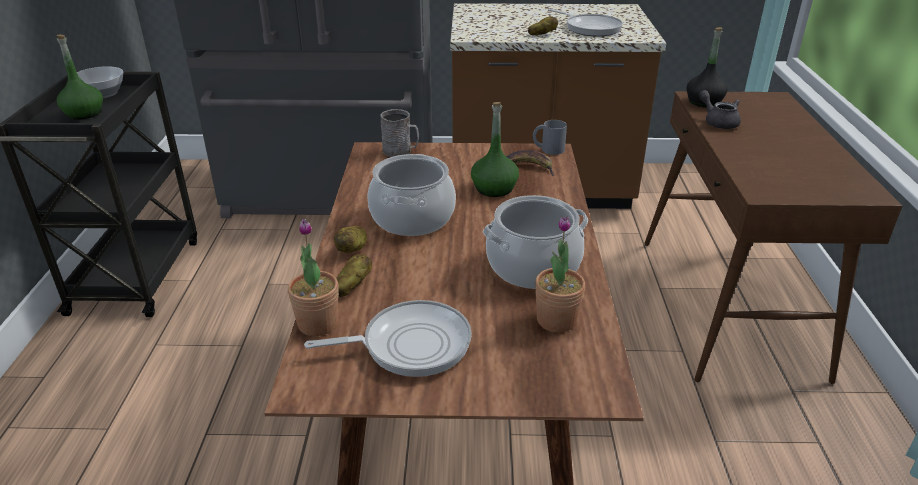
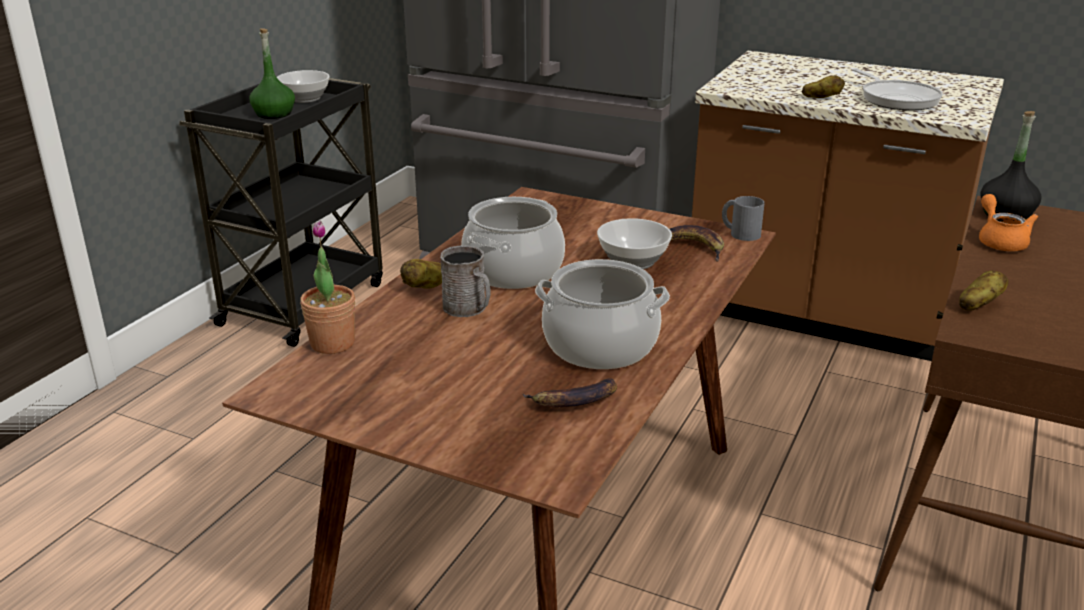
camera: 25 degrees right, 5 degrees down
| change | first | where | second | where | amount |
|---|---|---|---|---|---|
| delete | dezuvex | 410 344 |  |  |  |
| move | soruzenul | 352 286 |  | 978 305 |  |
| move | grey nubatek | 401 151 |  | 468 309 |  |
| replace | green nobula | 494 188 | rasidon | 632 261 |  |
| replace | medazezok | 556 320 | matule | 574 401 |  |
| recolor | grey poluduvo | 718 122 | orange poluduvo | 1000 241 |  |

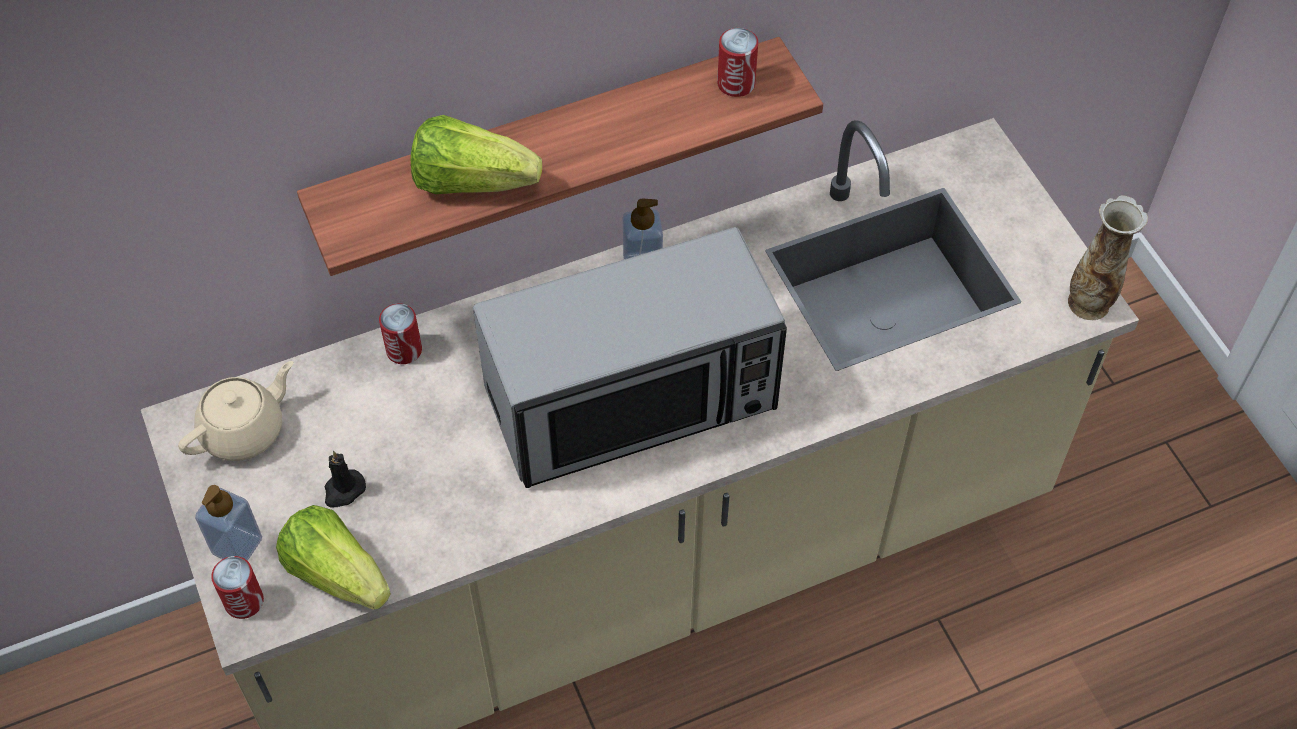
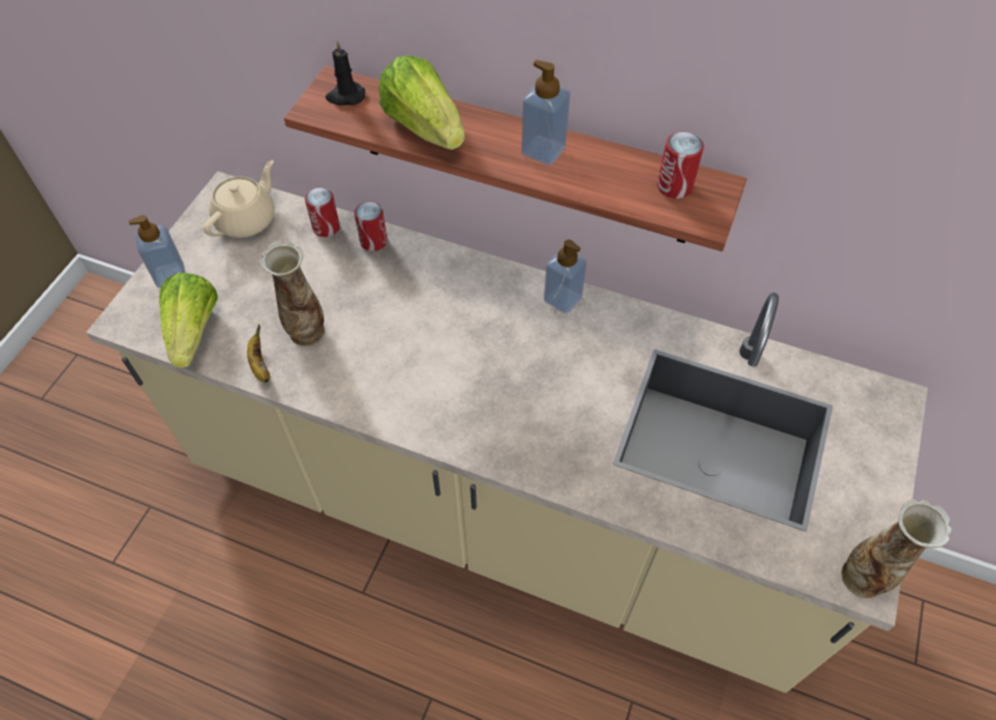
camera: 45 degrees right, 0 degrees up
| change | first | where | second | where | amount |
|---|---|---|---|---|---|
| rotate | beige poluduvo | 244 430 |  | 247 220 | 60 degrees counterclockwise |
| move | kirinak | 244 601 |  | 326 227 |  |
| move | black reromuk | 343 490 |  | 345 96 |  |
| delete | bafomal | 633 399 |  |  |  |
| insert |  |  | matule | 260 364 |  |
| insert |  |  | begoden | 306 332 |  |
| insert |  |  | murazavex | 543 150 |  |

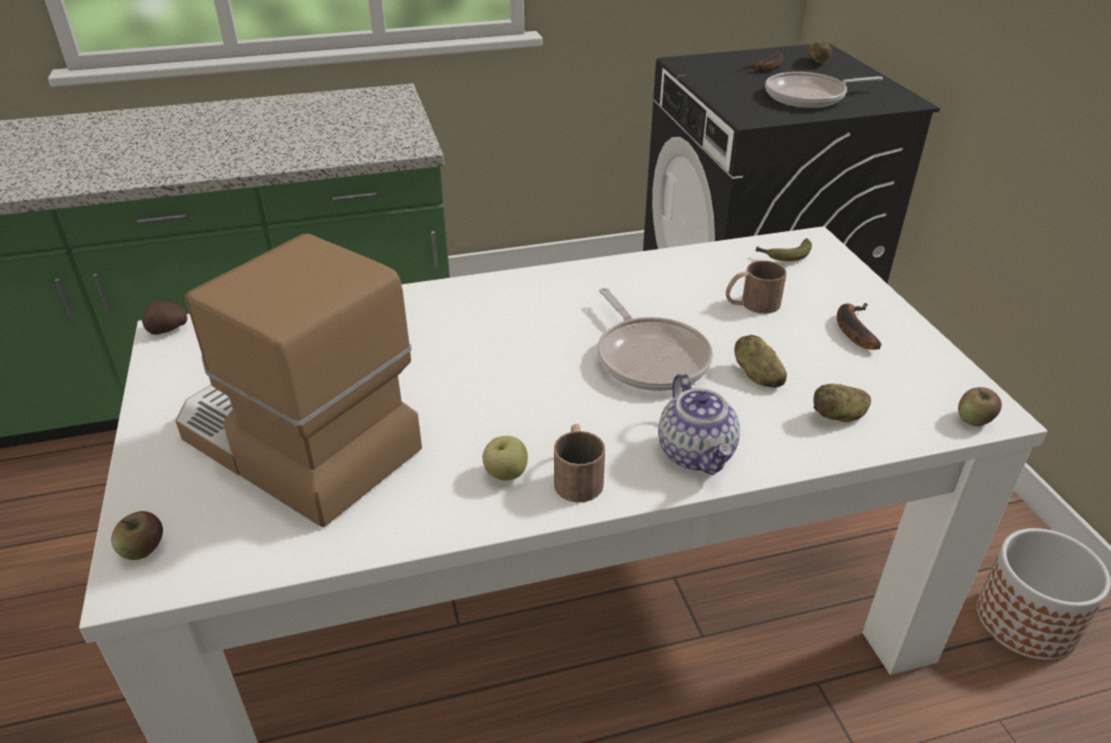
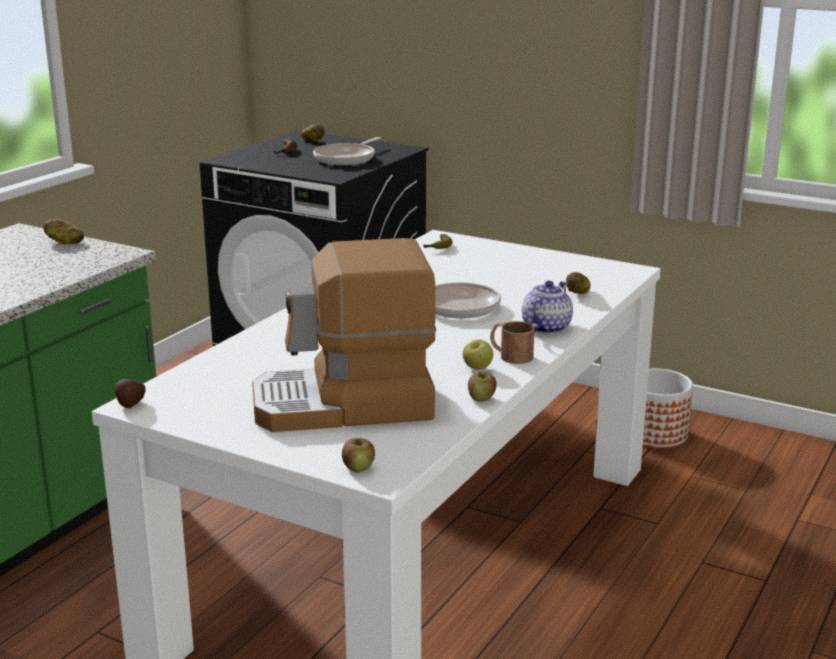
camera: 45 degrees left, 15 degrees down
| change | first | where | second | where | amount |
|---|---|---|---|---|---|
| rotate | poluduvo | 697 453 |  | 545 327 | 90 degrees counterclockwise |
| delete | brown nubatek | 751 304 |  |  |  |
| move | soruzenul | 757 375 |  | 64 242 |  |
| delete | matule | 852 329 |  |  |  |
| move | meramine | 974 420 |  | 481 398 |  |

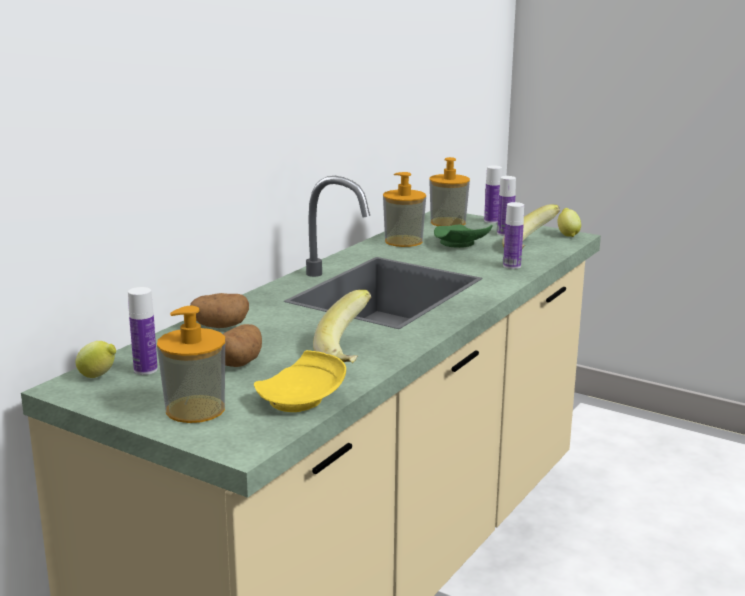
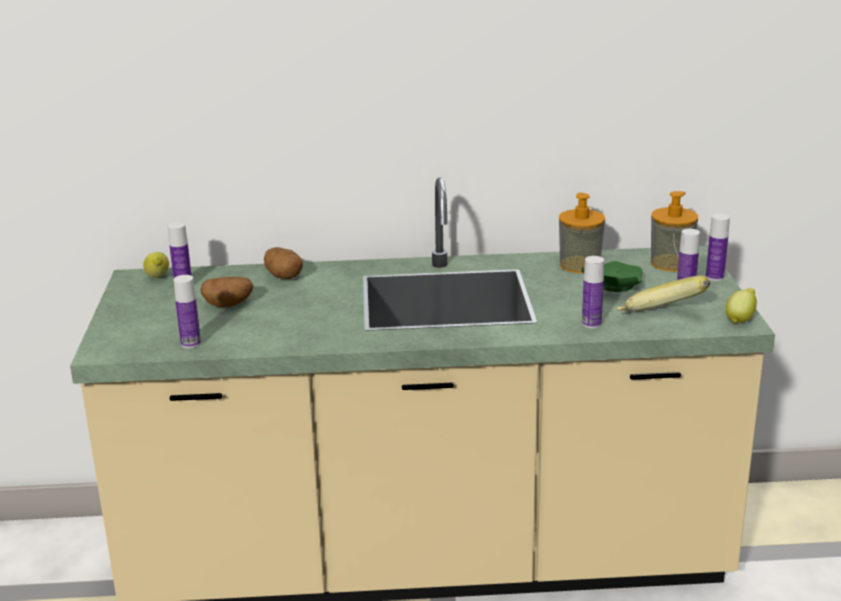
camera: 55 degrees right, 5 degrees up
| change | first | where | second | where | amount |
|---|---|---|---|---|---|
| delete | murazavex | 195 409 |  |  |  |
| replace | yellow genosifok | 302 399 | nobula | 191 344 |  |
| delete | matule | 350 354 |  |  |  |

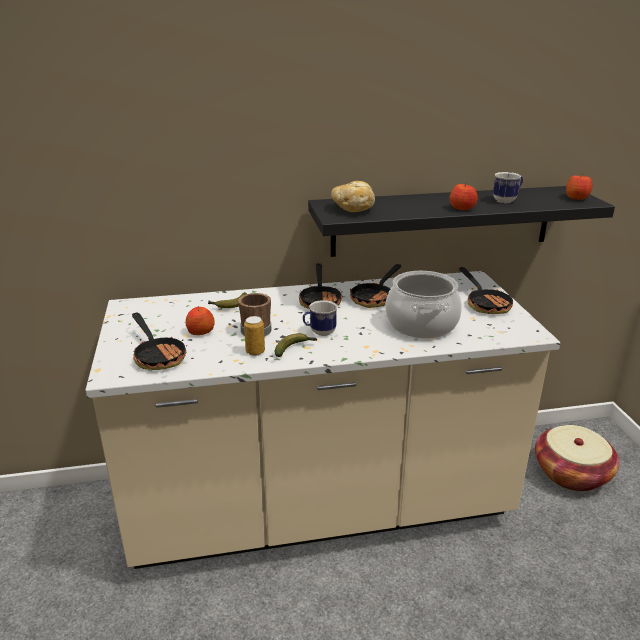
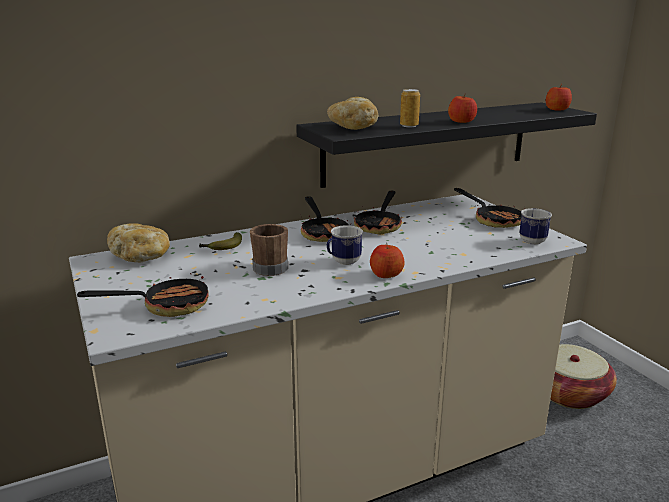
camera: 15 degrees left, 5 degrees down
| change | first | where | second | where | amount |
|---|---|---|---|---|---|
| rotate | dezuvex | 158 355 |  | 166 306 | 60 degrees counterclockwise |
| move | meramine | 200 331 |  | 386 274 |  |
| move | kirinak | 255 352 |  | 409 126 |  |
| delete | matule | 294 349 |  |  |  |
| delete | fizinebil | 421 324 |  |  |  |
| move | nubatek | 507 200 |  | 535 240 |  |
| insert |  |  | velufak | 142 257 |  |

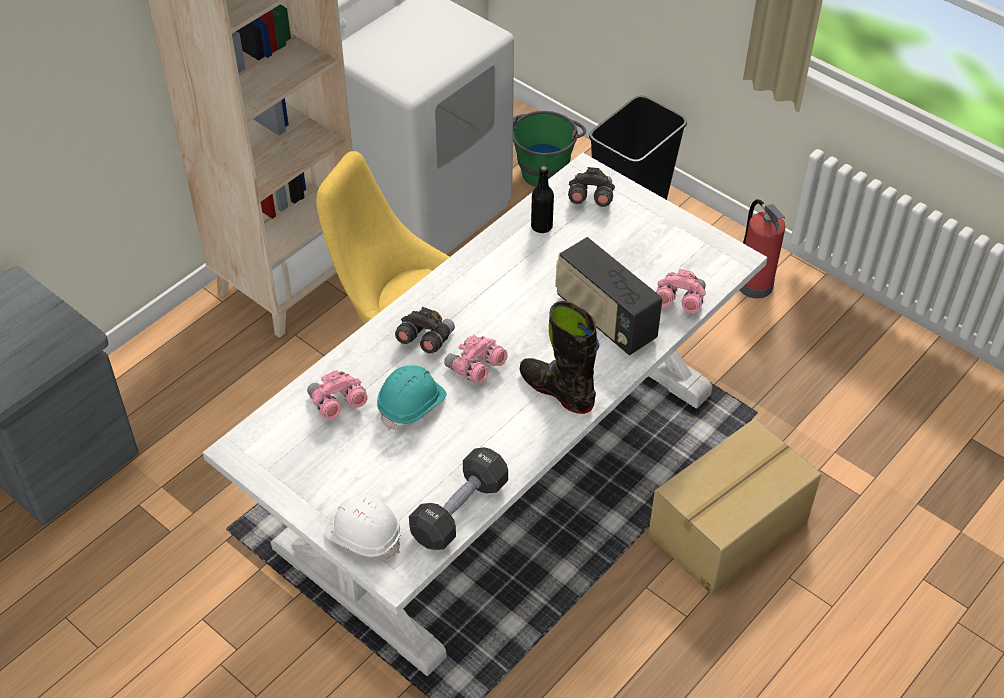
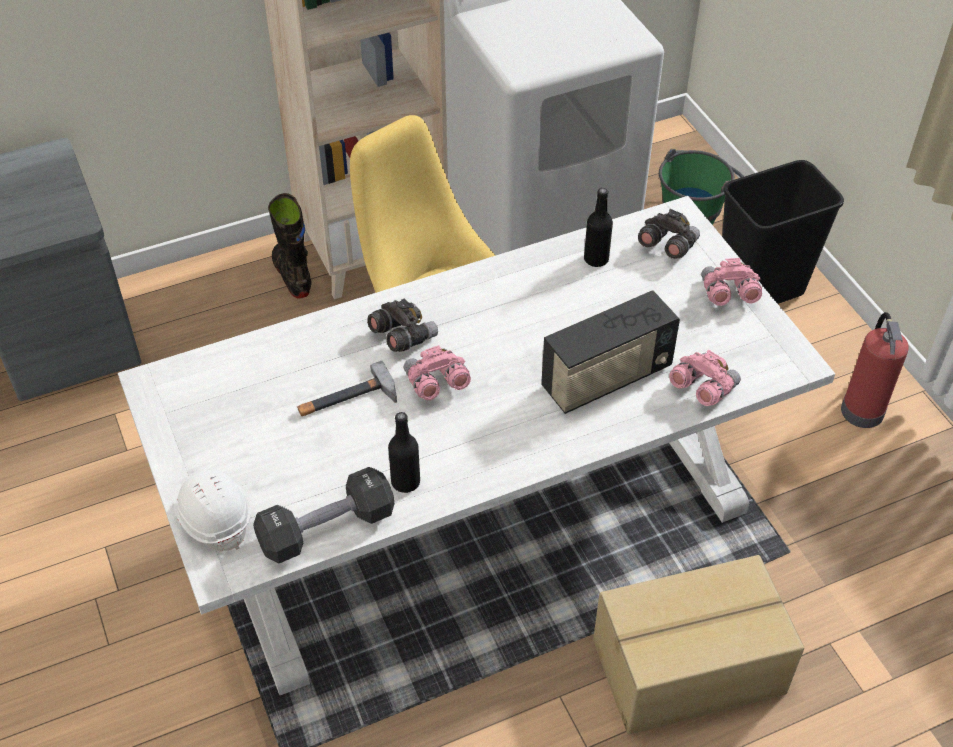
camera: 25 degrees right, 0 degrees up
| change | first | where | second | where | amount |
|---|---|---|---|---|---|
| move | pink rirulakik | 337 403 |  | 727 295 |  |
| replace | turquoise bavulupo | 412 405 | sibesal | 347 400 |  |
| move | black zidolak | 557 391 |  | 292 276 |  |
| rotate | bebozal | 604 318 |  | 606 379 | 105 degrees counterclockwise |
| insert |  |  | black nobula | 405 482 |  |

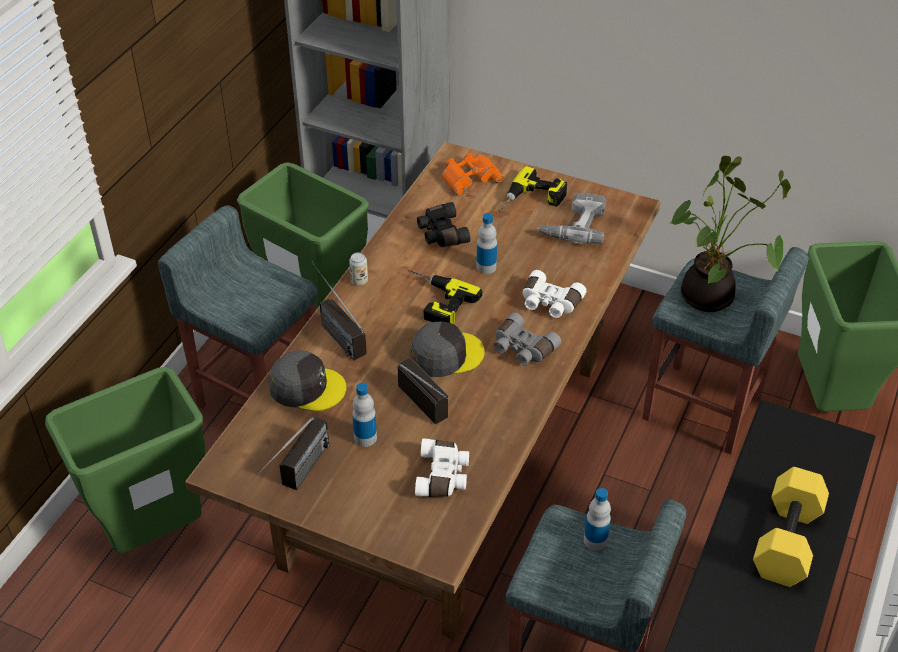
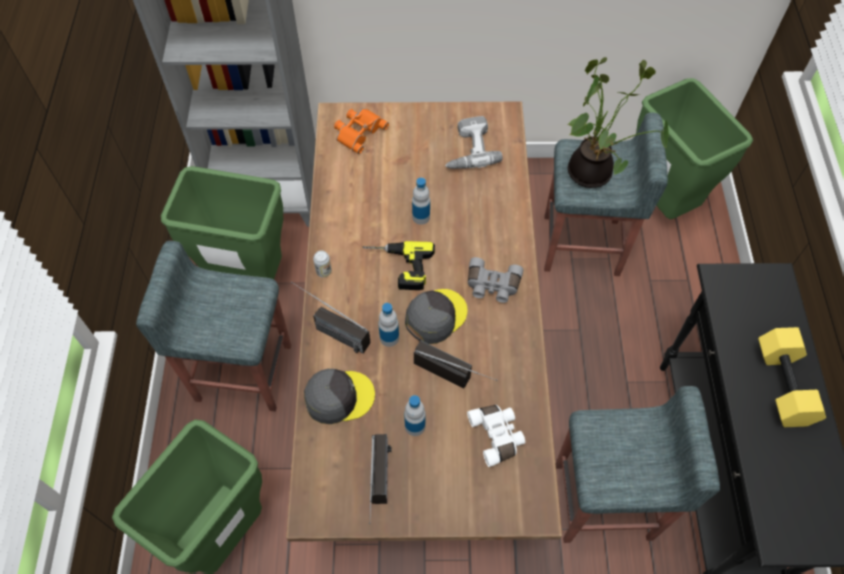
camera: 25 degrees left, 15 degrees up
| change | first | where | second | where | amount |
|---|---|---|---|---|---|
| delete | black rirulakik | 441 233 |  |  |  |
| delete | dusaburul | 532 201 |  |  |  |
| delete | white rirulakik | 549 303 |  |  |  |
| move | nobula | 595 540 |  | 389 338 |  |

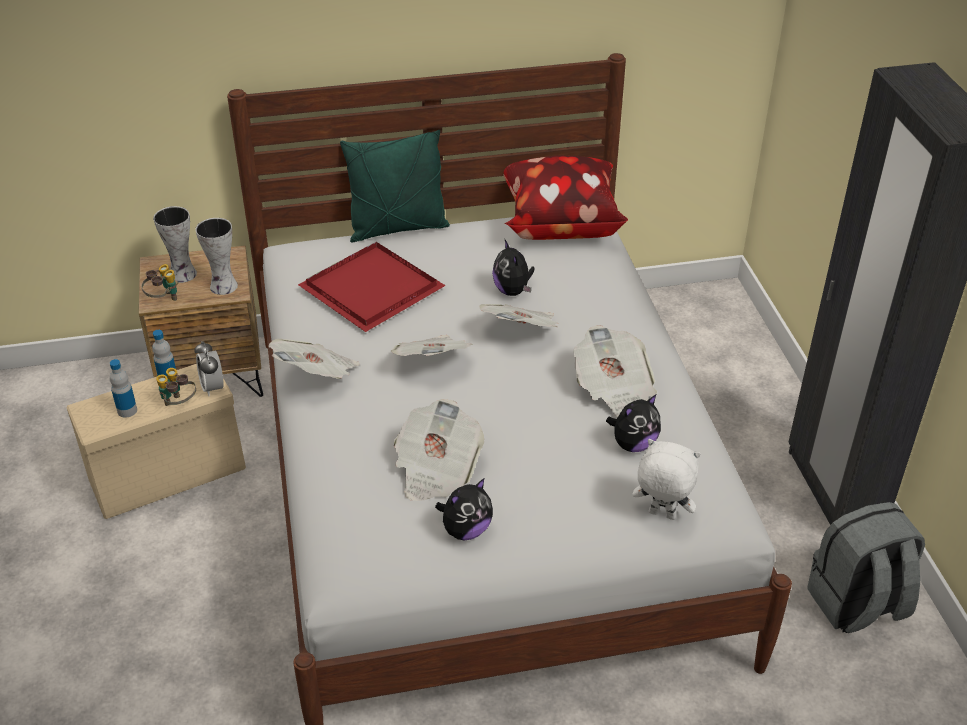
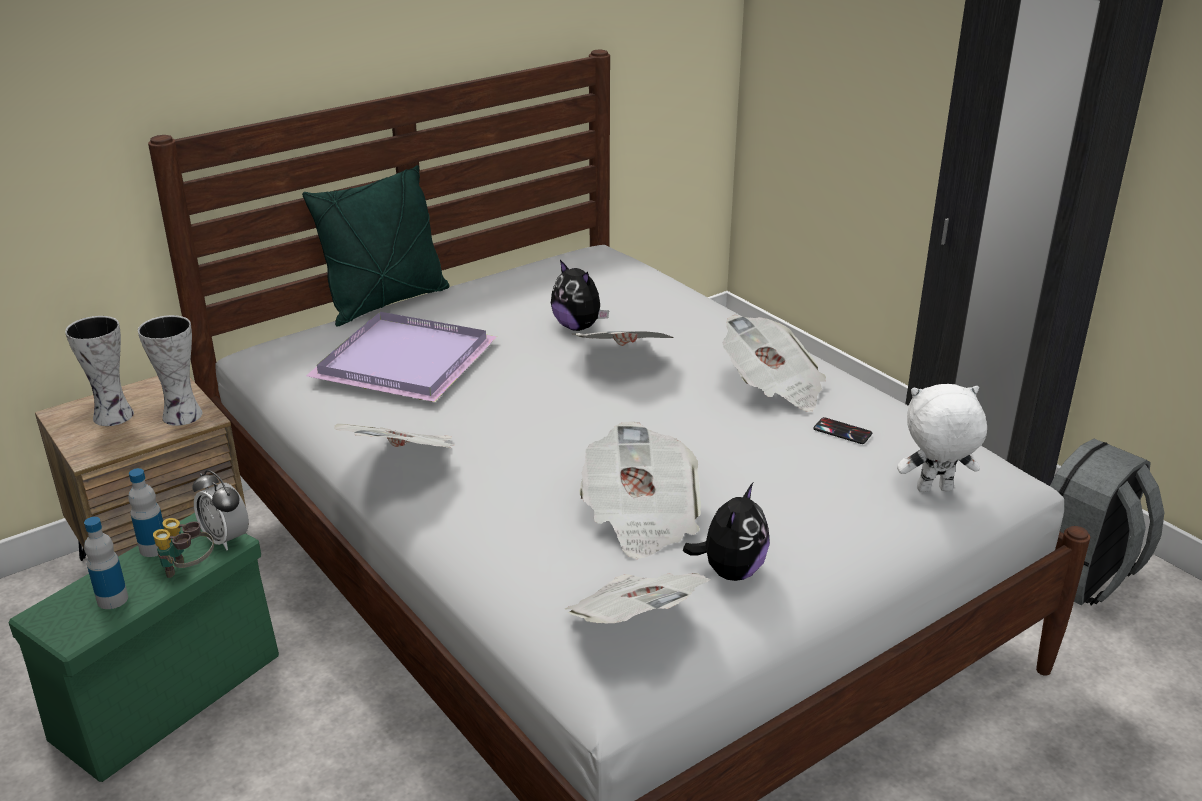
camera: 25 degrees left, 10 degrees down
| change | first | where | second | where | amount |
|---|---|---|---|---|---|
| recolor | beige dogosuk | 170 474 | green dogosuk | 170 694 |  |
| delete | rirulakik | 163 299 |  |  |  |
| recolor | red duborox | 371 291 | purple duborox | 405 363 |  |
| move | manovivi | 432 362 |  | 635 624 |  |
| delete | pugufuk | 559 223 |  |  |  |
| replace | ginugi | 633 444 | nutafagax | 842 431 |  |

